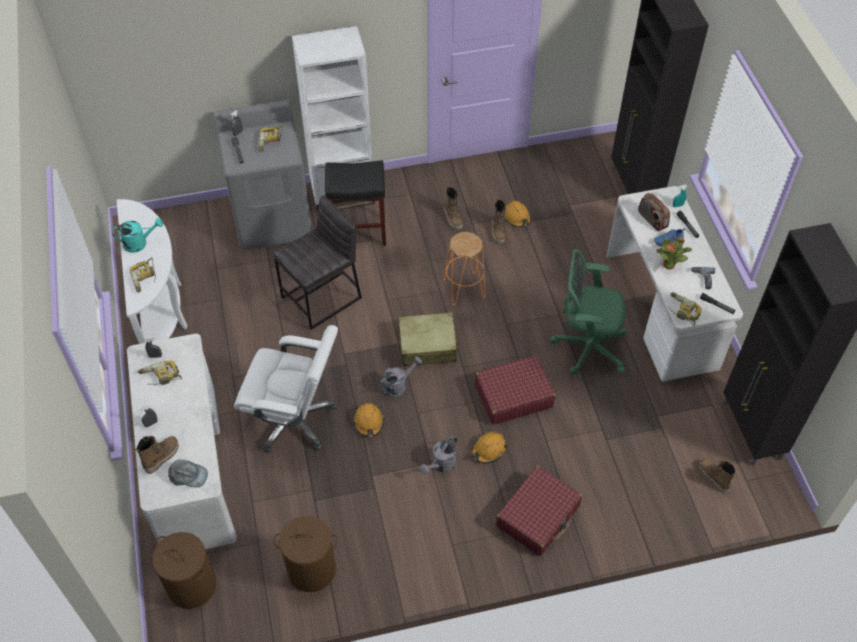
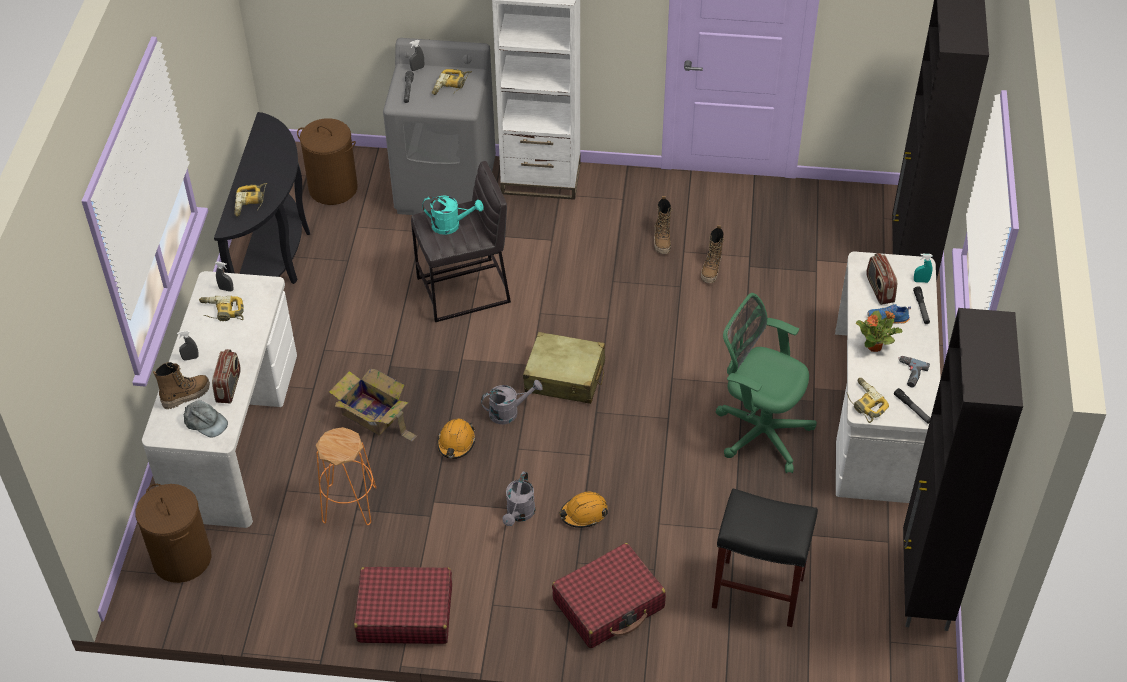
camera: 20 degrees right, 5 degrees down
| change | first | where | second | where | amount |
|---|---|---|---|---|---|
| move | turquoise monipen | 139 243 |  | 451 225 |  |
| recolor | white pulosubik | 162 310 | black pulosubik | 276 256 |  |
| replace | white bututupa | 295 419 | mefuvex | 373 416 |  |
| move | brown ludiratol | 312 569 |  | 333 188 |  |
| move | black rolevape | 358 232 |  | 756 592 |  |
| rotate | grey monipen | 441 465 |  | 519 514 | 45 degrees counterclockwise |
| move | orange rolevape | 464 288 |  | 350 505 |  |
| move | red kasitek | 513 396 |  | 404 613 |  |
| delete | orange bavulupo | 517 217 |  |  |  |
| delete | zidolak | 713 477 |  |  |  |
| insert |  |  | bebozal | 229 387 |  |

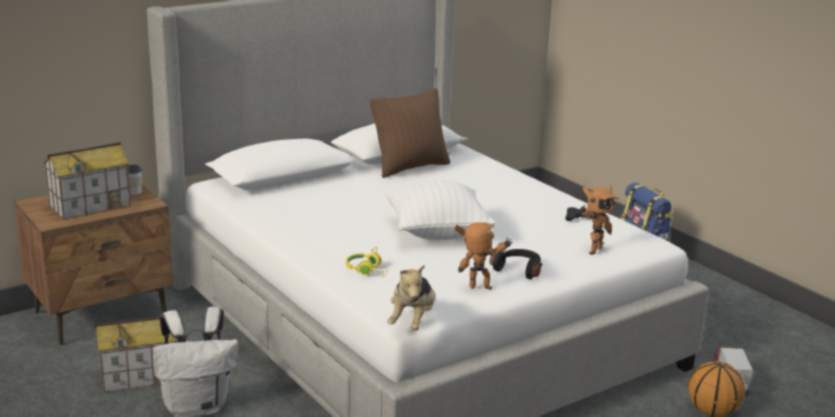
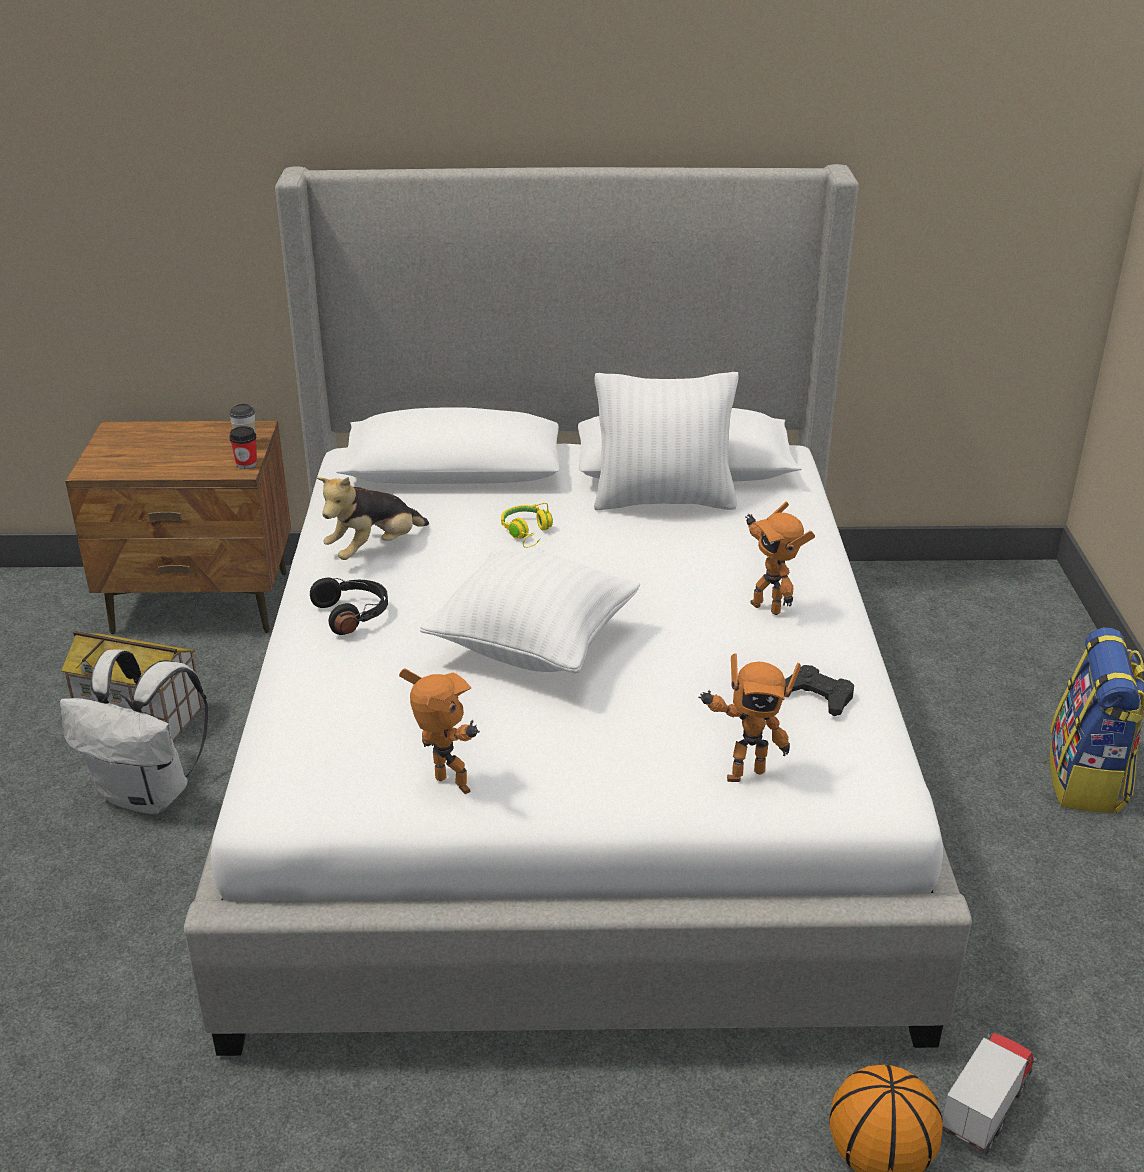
camera: 35 degrees right, 10 degrees up
| change | first | where | second | where | amount |
|---|---|---|---|---|---|
| delete | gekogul | 90 205 |  |  |  |
| move | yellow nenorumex | 368 270 |  | 527 533 |  |
| recolor | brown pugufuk | 410 167 | white pugufuk | 664 500 |  |
| move | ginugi | 412 321 |  | 374 549 |  |
| move | black nenorumex | 519 269 |  | 353 614 |  |
| insert |  |  | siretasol | 246 464 |  |
| insert |  |  | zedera | 768 606 |  |

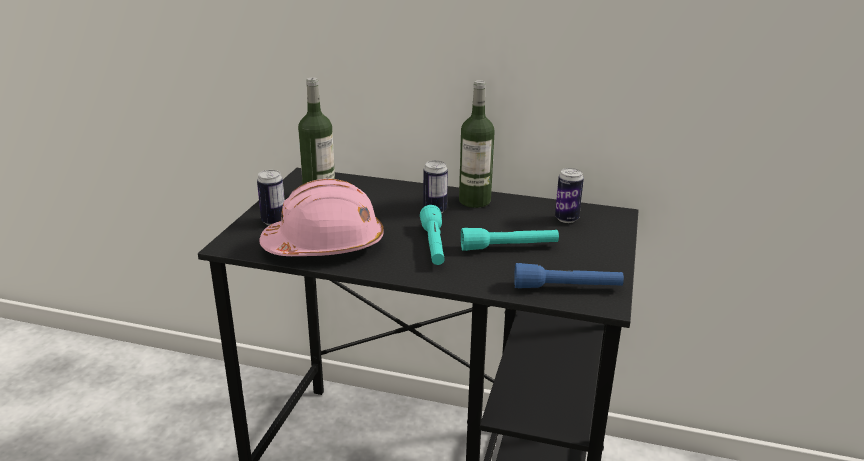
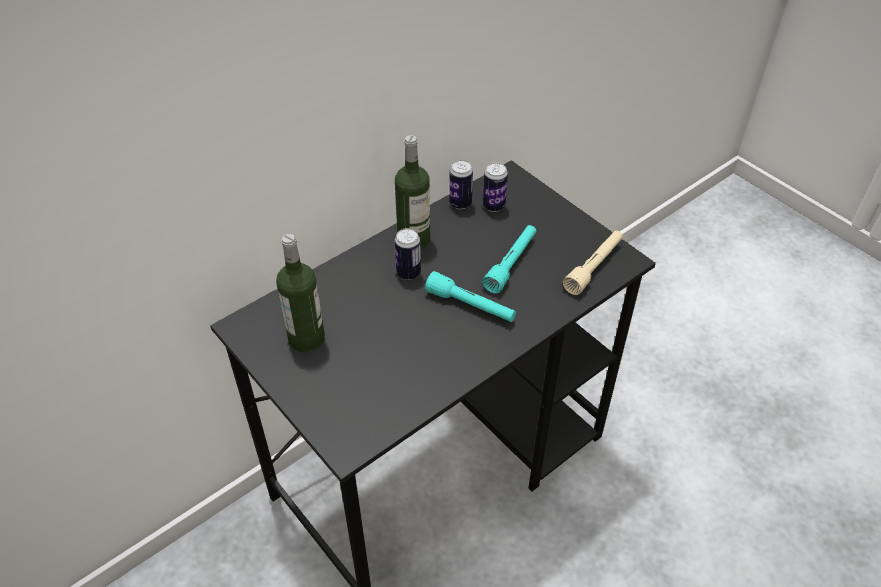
camera: 55 degrees left, 20 degrees up
| change | first | where | second | where | amount |
|---|---|---|---|---|---|
| move | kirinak | 273 221 |  | 460 203 |  |
| delete | pink bavulupo | 325 245 |  |  |  |
| recolor | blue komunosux | 567 288 | beige komunosux | 594 267 |  |

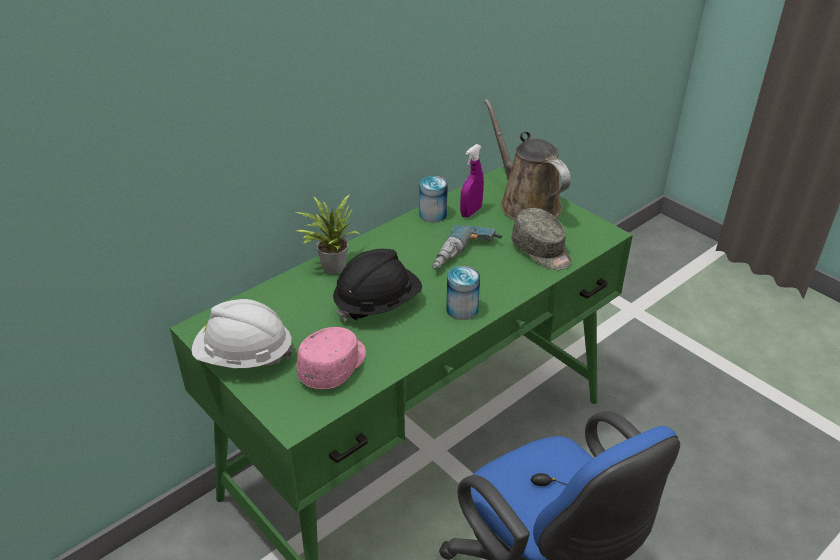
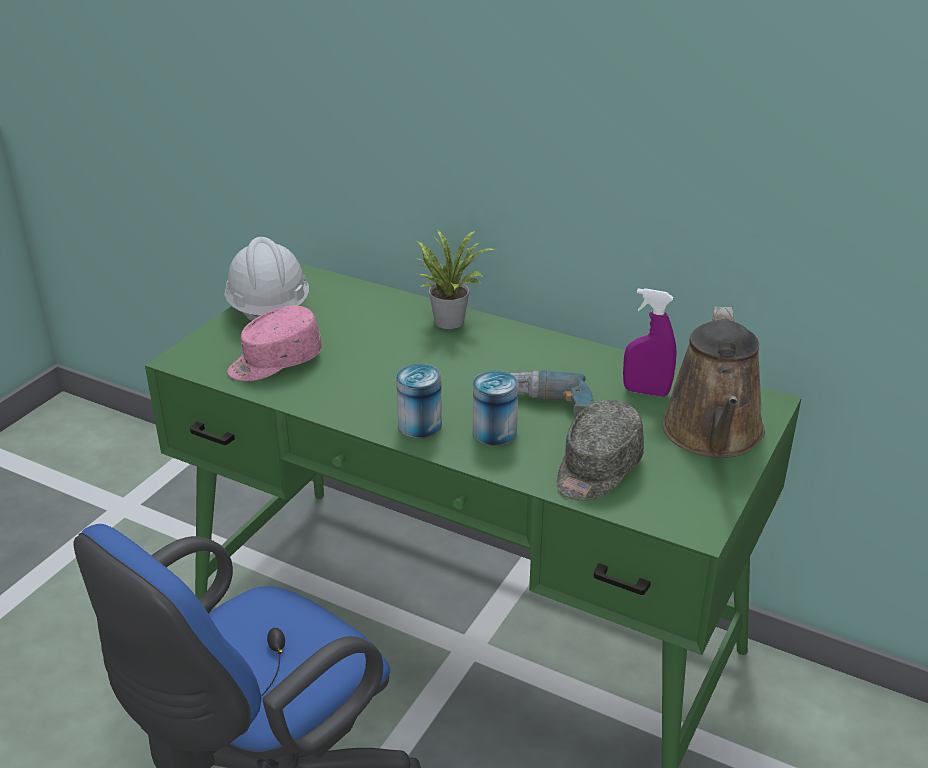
camera: 70 degrees right, 5 degrees down
| change | first | where | second | where | amount |
|---|---|---|---|---|---|
| rotate | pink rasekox | 334 366 |  | 274 361 | 135 degrees clockwise |
| delete | black bavulupo | 377 304 |  |  |  |
| move | kirinak | 433 214 |  | 494 432 |  |
| rotate | brown monipen | 526 203 |  | 713 435 | 150 degrees clockwise |

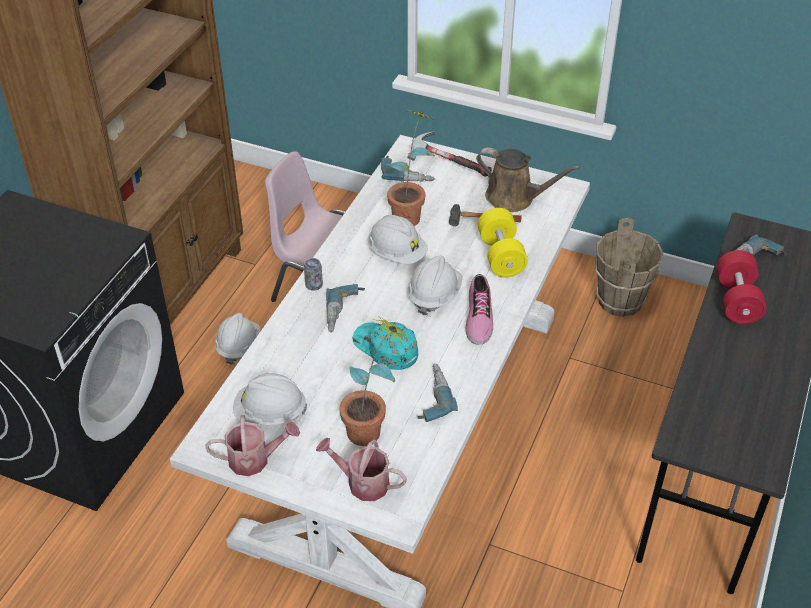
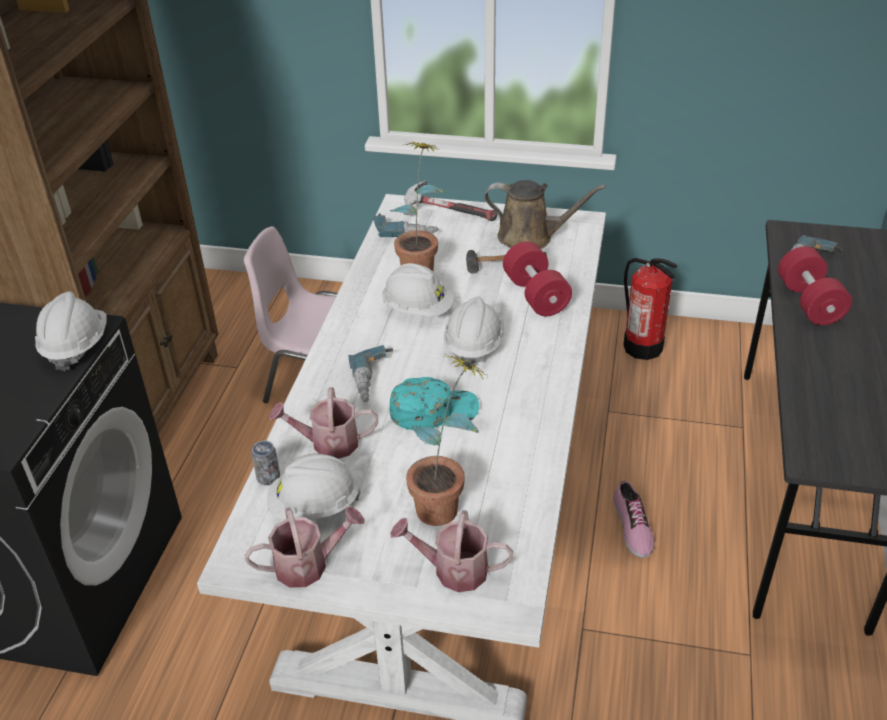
camera: 10 degrees left, 5 degrees down
| change | first | where | second | where | amount |
|---|---|---|---|---|---|
| move | white bavulupo | 238 346 |  | 76 346 |  |
| move | kirinak | 314 285 |  | 268 477 |  |
| rotate | turquoise rasekox | 385 347 |  | 434 410 | 135 degrees clockwise |
| delete | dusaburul | 430 397 |  |  |  |
| move | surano | 478 317 |  | 631 526 |  |
| recolor | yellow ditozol | 501 256 | red ditozol | 535 295 |  |
| replace | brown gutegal | 620 301 | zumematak | 642 347 |  |
| insert |  |  | monipen | 328 443 |  |

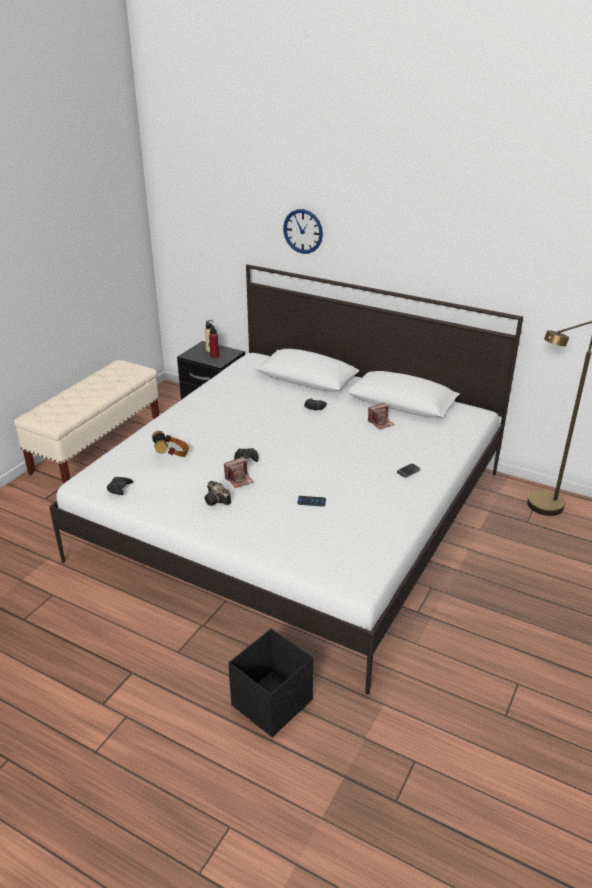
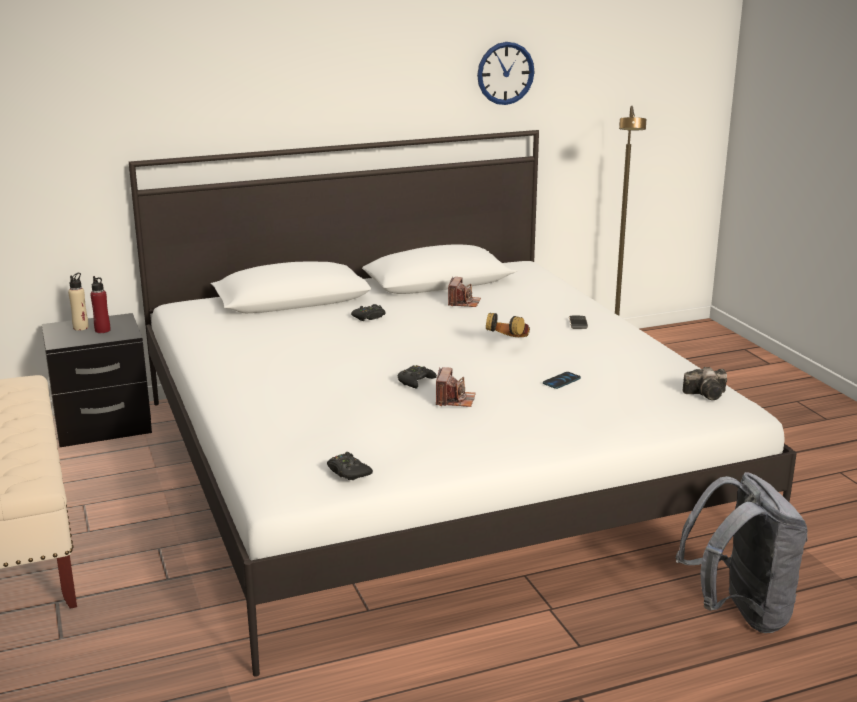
camera: 50 degrees left, 10 degrees down
| change | first | where | second | where | amount |
|---|---|---|---|---|---|
| move | nenorumex | 172 455 |  | 508 343 |  |
| move | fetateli | 217 501 |  | 708 394 |  |
| replace | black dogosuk | 273 702 | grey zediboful | 739 612 |  |
| move | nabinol | 303 231 |  | 505 73 |  |

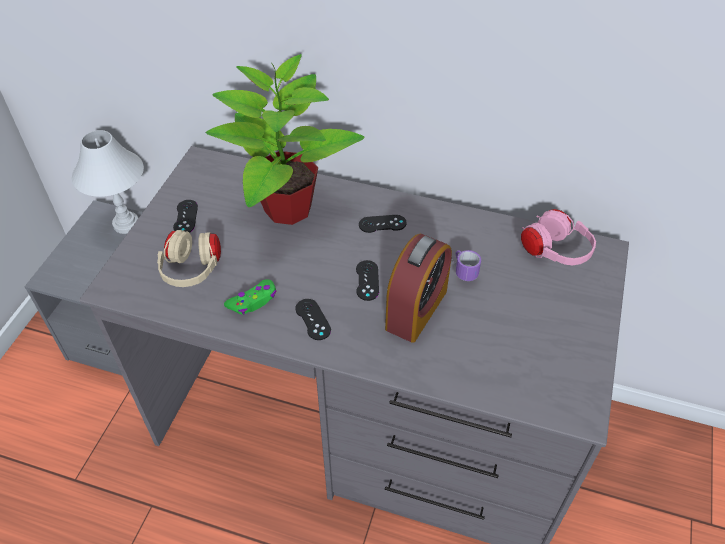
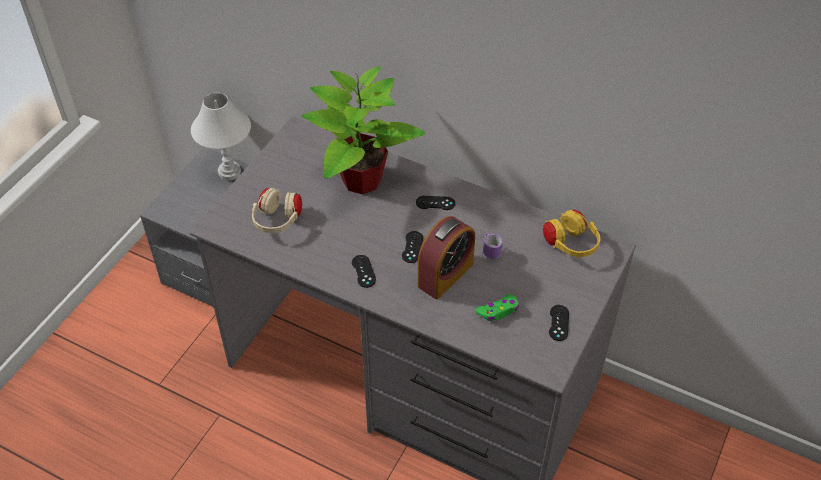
camera: 10 degrees right, 0 degrees up
| change | first | where | second | where | amount |
|---|---|---|---|---|---|
| move | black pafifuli | 185 217 |  | 558 323 |  |
| move | green pafifuli | 253 301 |  | 498 311 |  |
| recolor | pink nenorumex | 554 252 | yellow nenorumex | 570 245 |  |

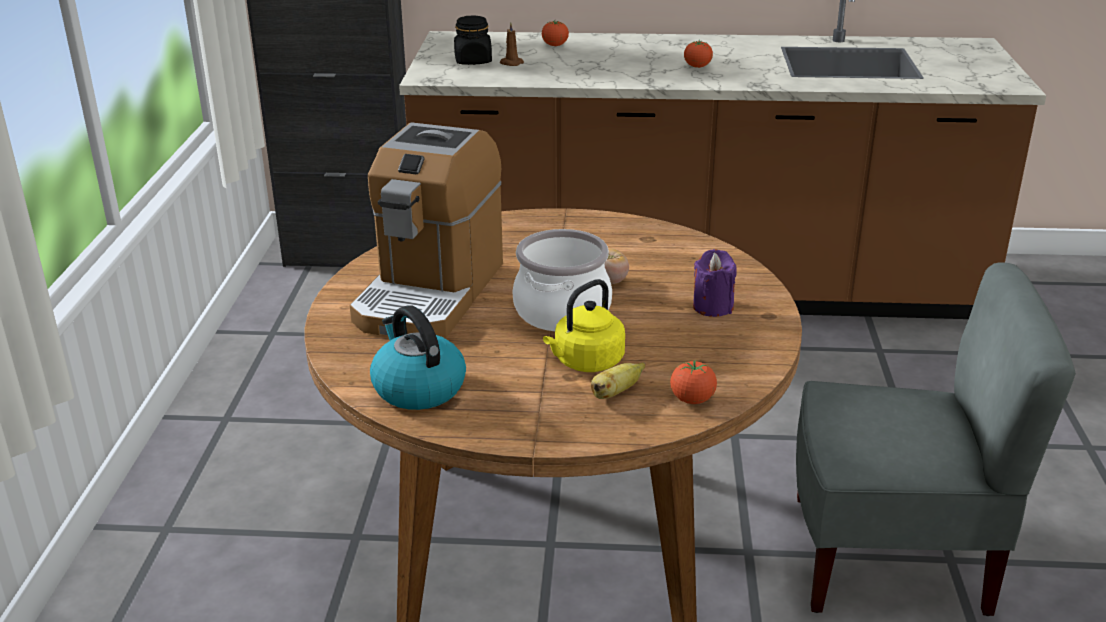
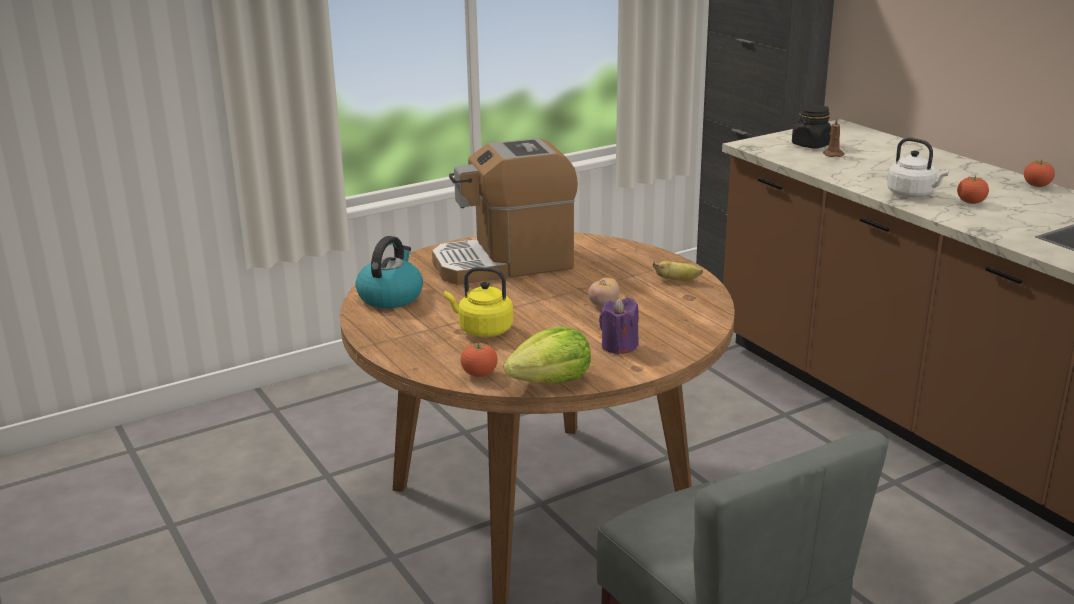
camera: 55 degrees right, 5 degrees down
| change | first | where | second | where | amount |
|---|---|---|---|---|---|
| delete | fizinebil | 561 311 |  |  |  |
| move | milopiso | 555 45 |  | 1036 186 |  |
| move | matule | 615 392 |  | 677 280 |  |
| insert |  |  | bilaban | 551 381 |  |
| insert |  |  | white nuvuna | 912 194 |  |

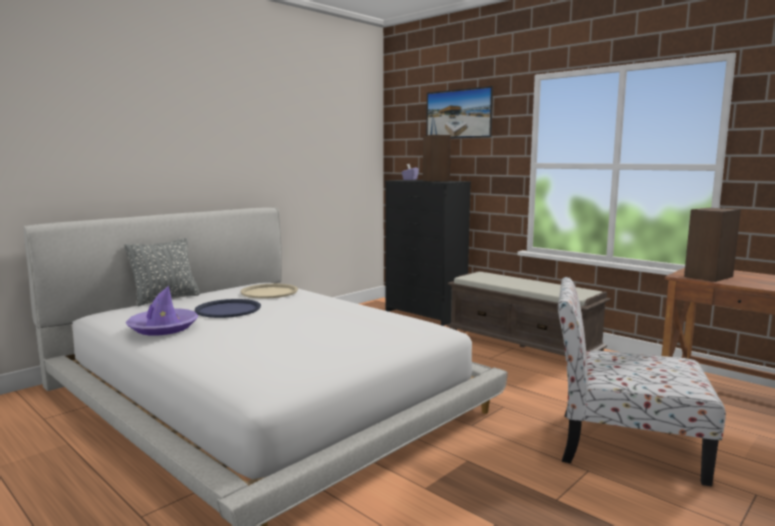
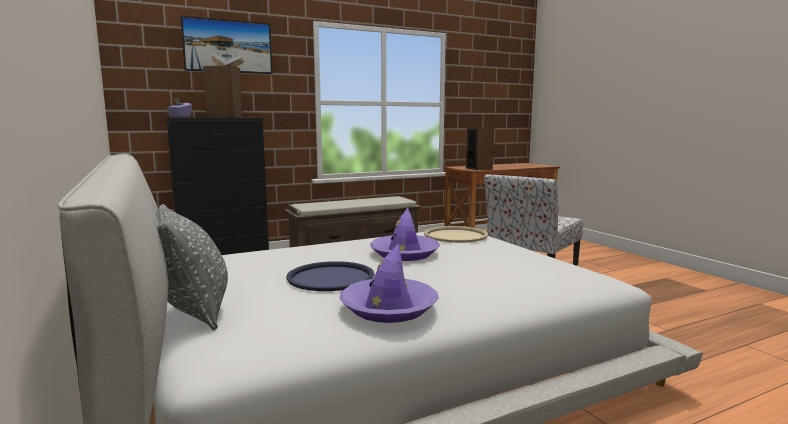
camera: 70 degrees left, 0 degrees up
| change | first | where | second | where | amount |
|---|---|---|---|---|---|
| move | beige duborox | 269 292 |  | 455 235 |  |
| insert |  |  | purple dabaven | 404 254 |  |

